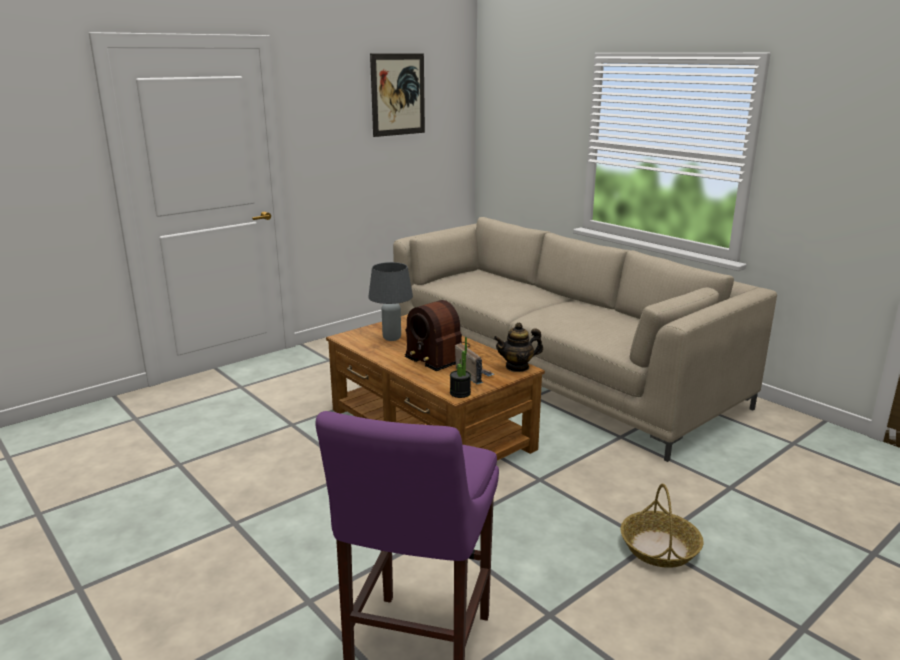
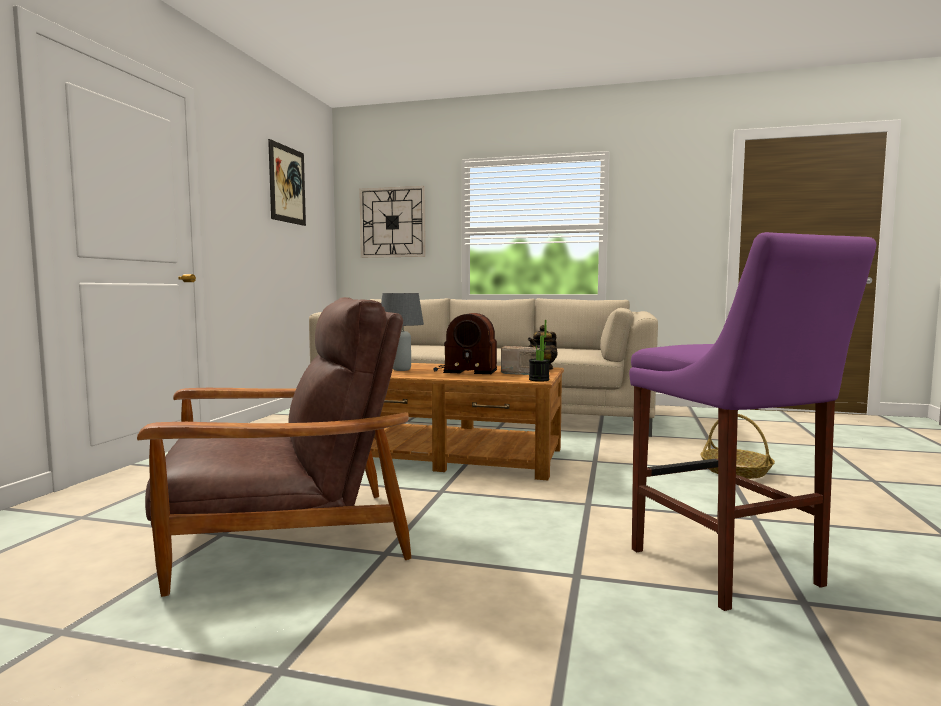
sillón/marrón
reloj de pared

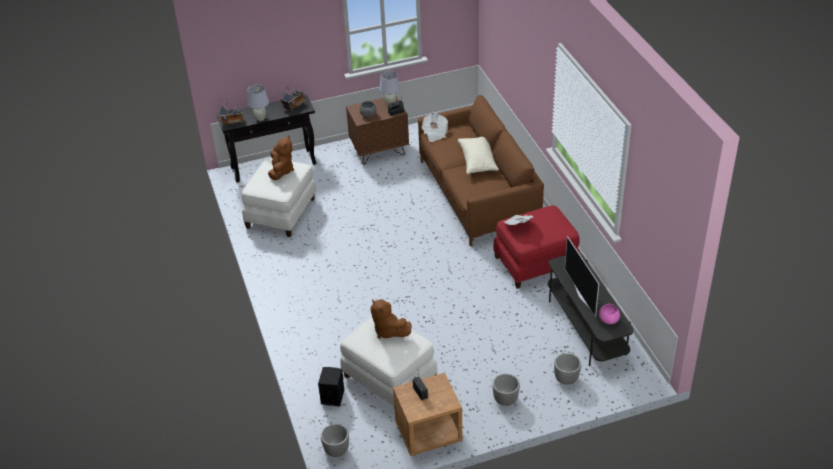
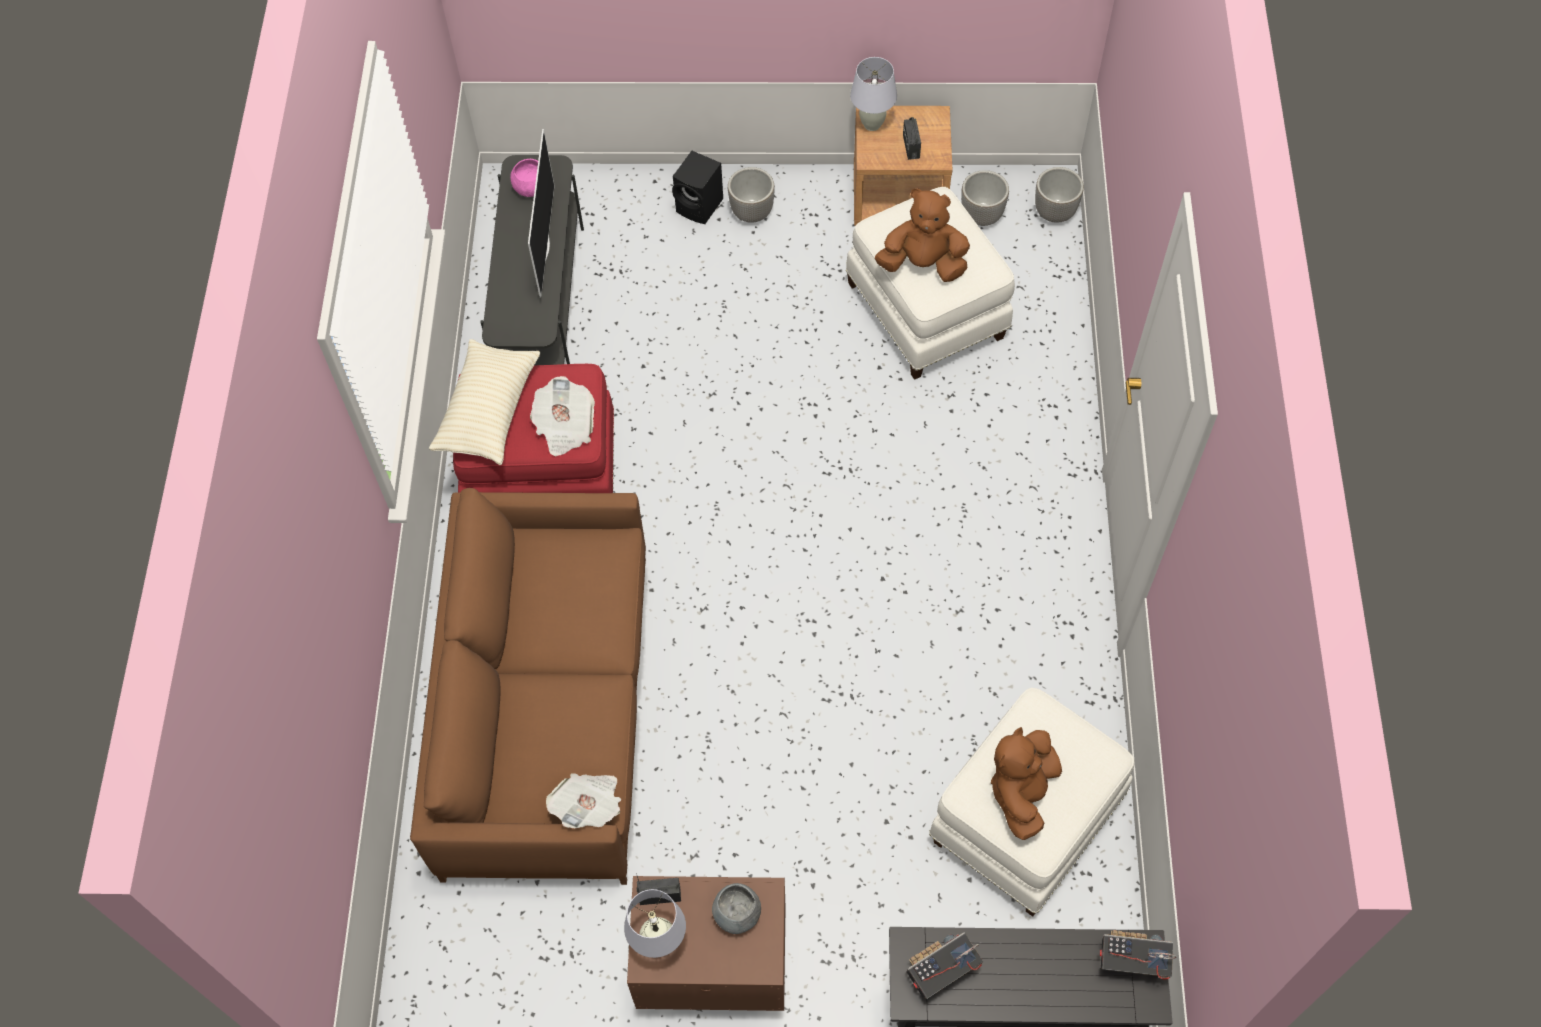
lámpara de mesa/blanco (no. 2 from left)
altavoz/negro
peluche/marrón (no. 1 from left)
cojín/beis
maceta (no. 2 from left)

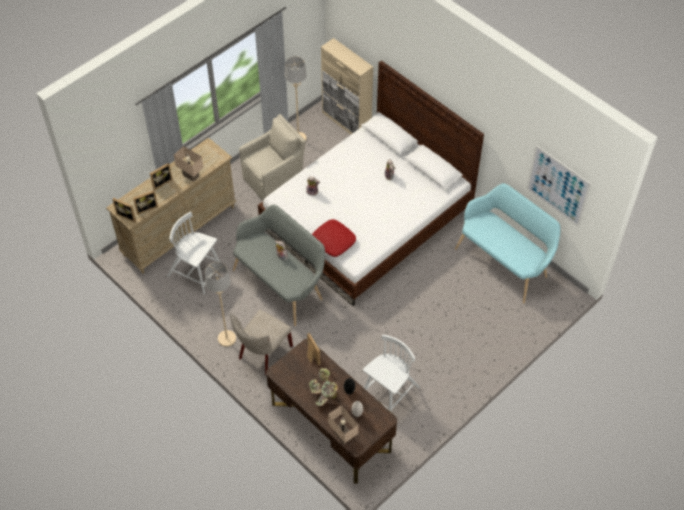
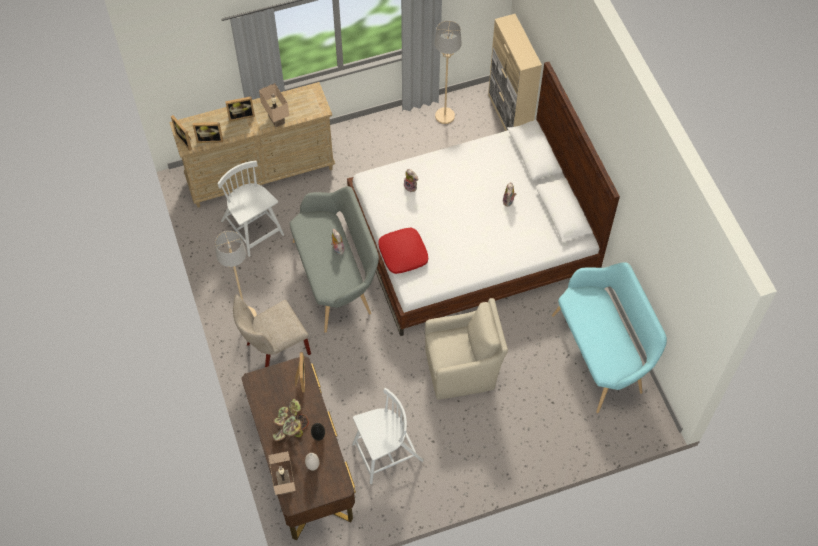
sillón/beis
cuadro

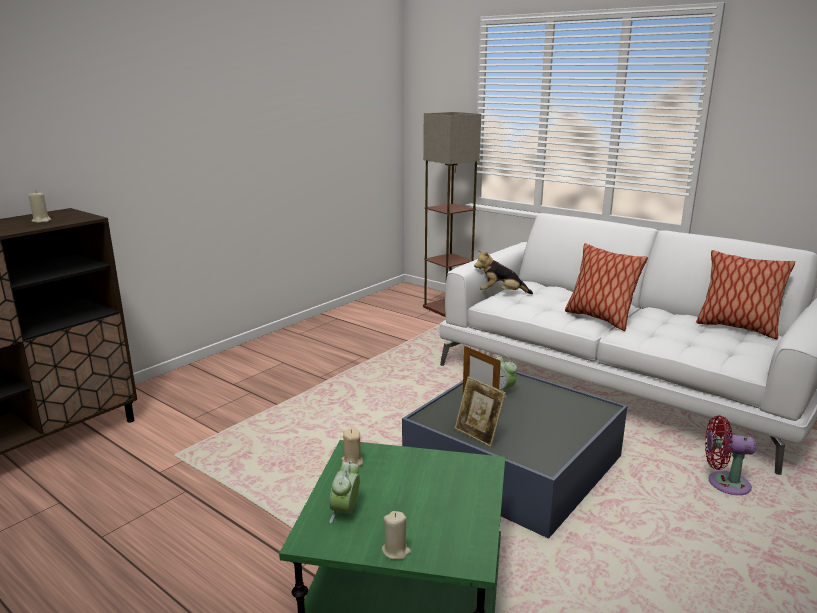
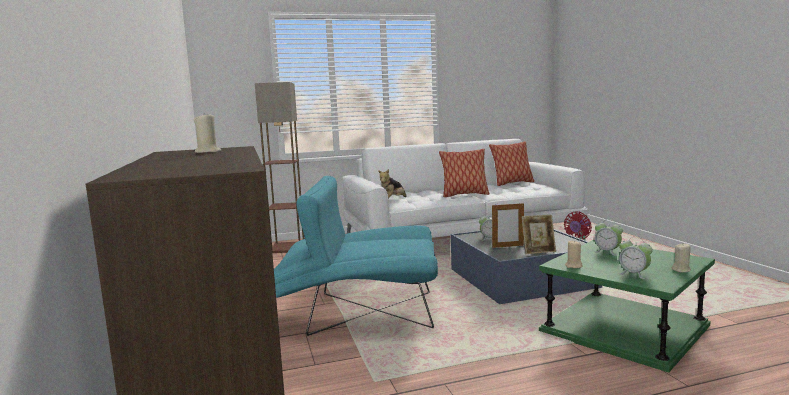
sillón/turquesa
despertador (no. 2 from left)

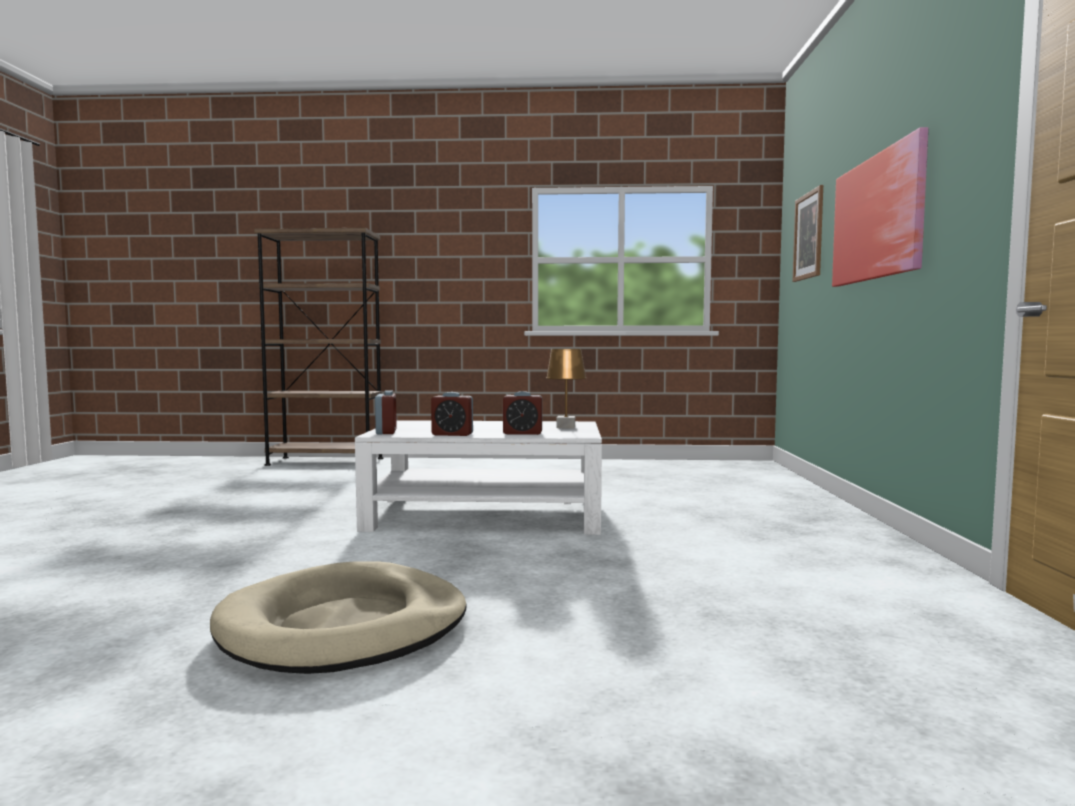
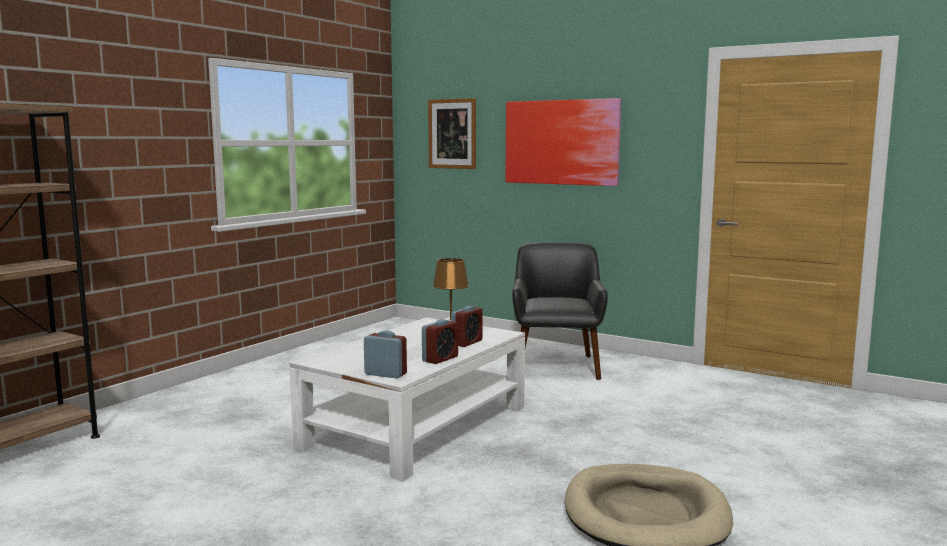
sillón/negro

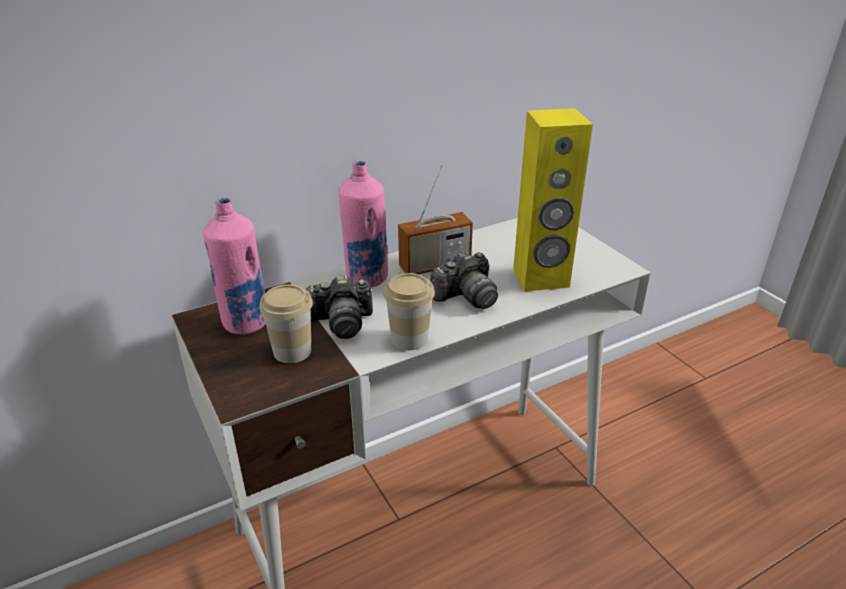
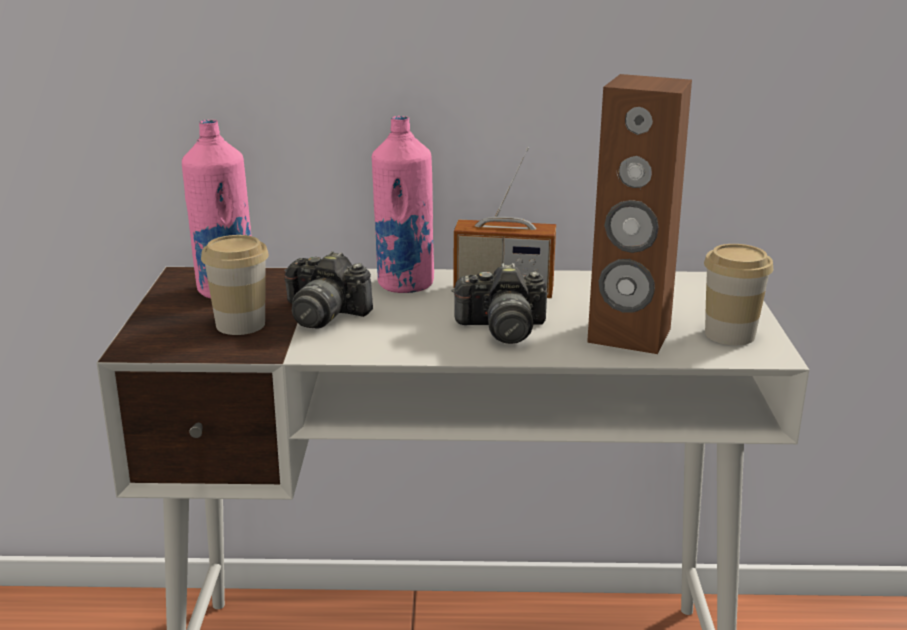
taza (no. 2 from left)
altavoz/marrón

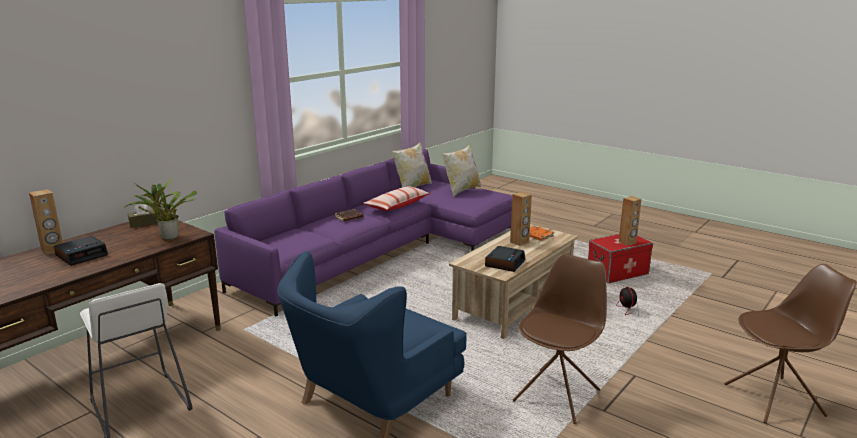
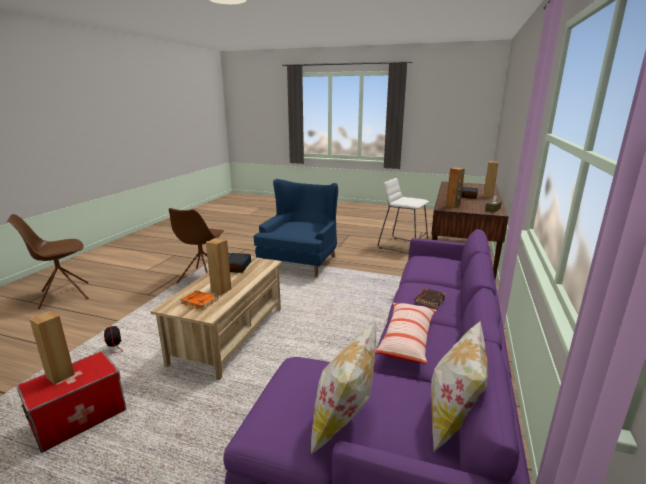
altavoz/marrón (no. 3 from left)

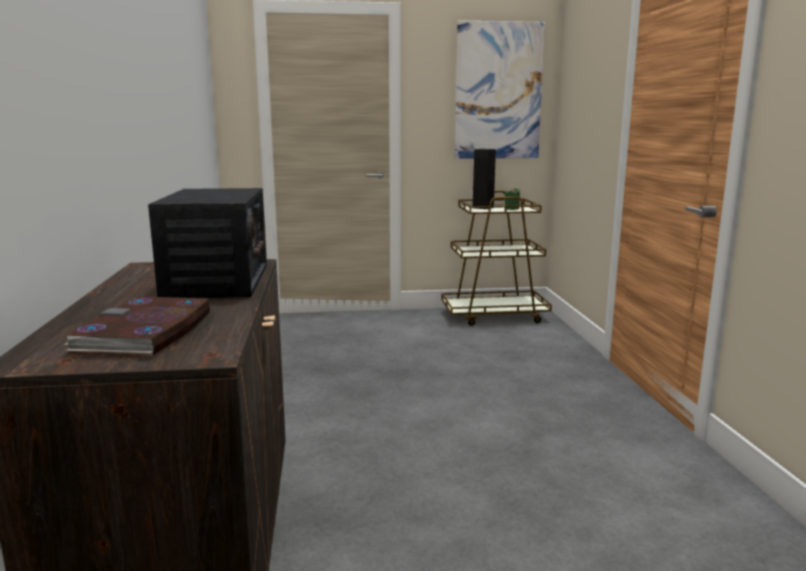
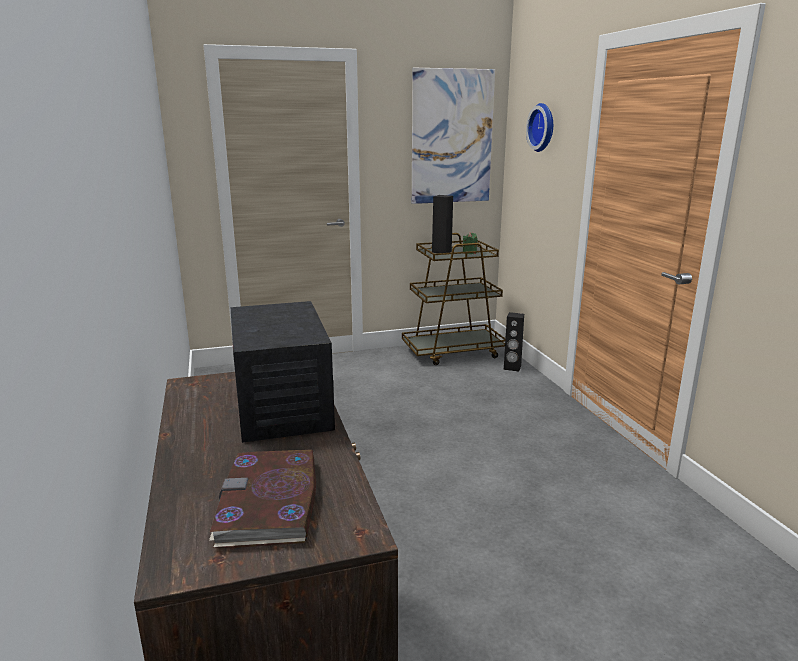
altavoz/negro (no. 2 from left)
reloj de pared

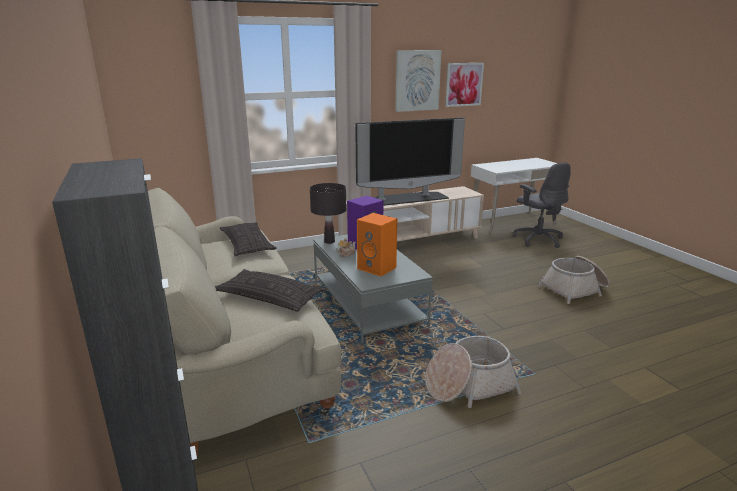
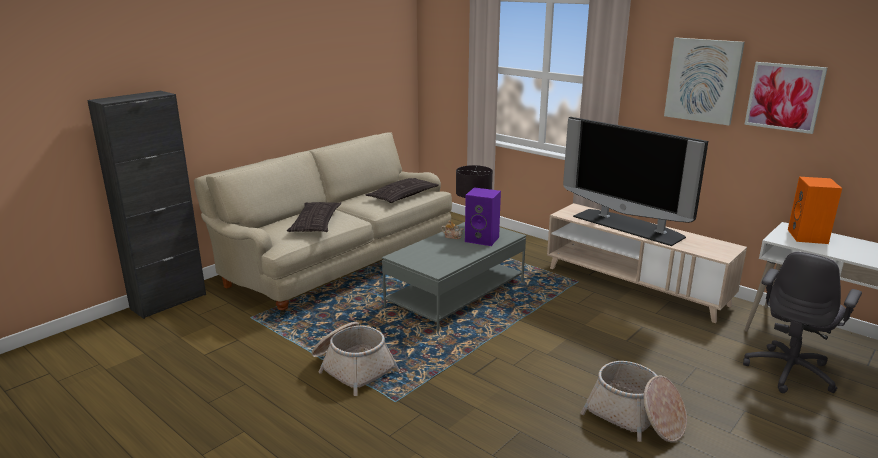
altavoz/naranja

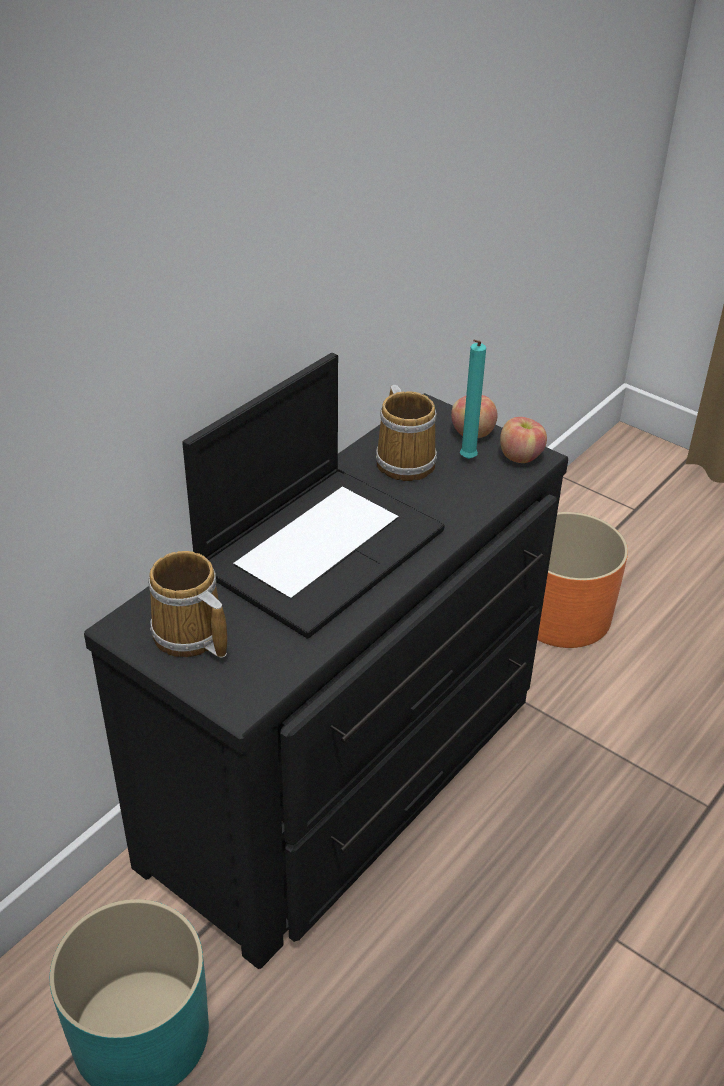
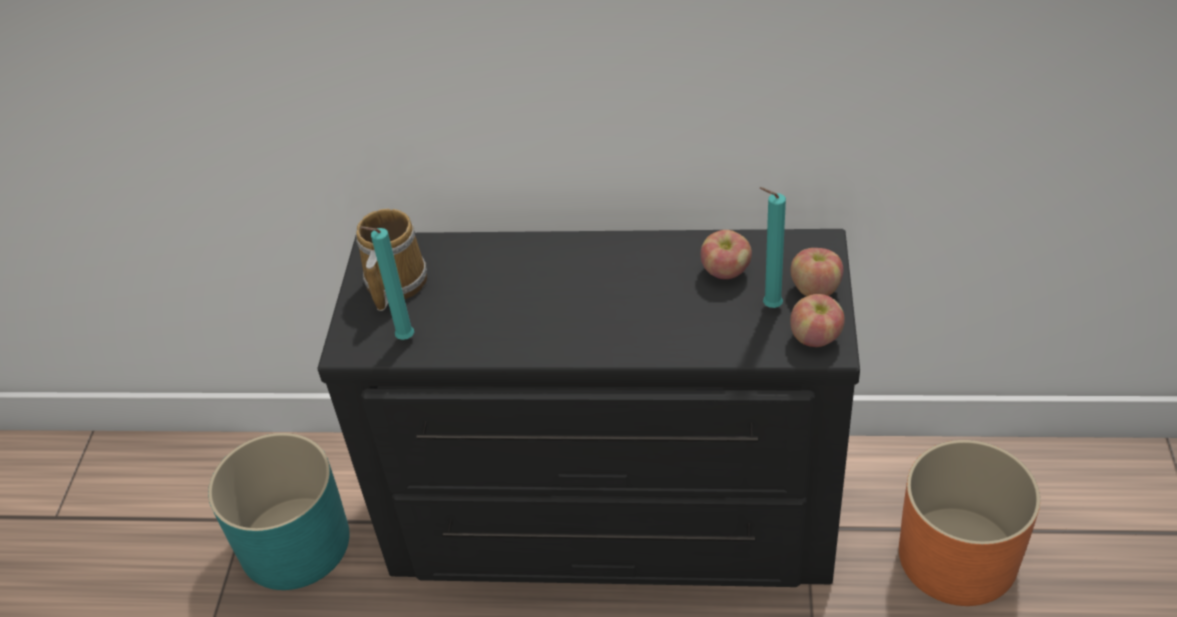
portátil
manzana (no. 1 from left)
vela/turquesa (no. 1 from left)

